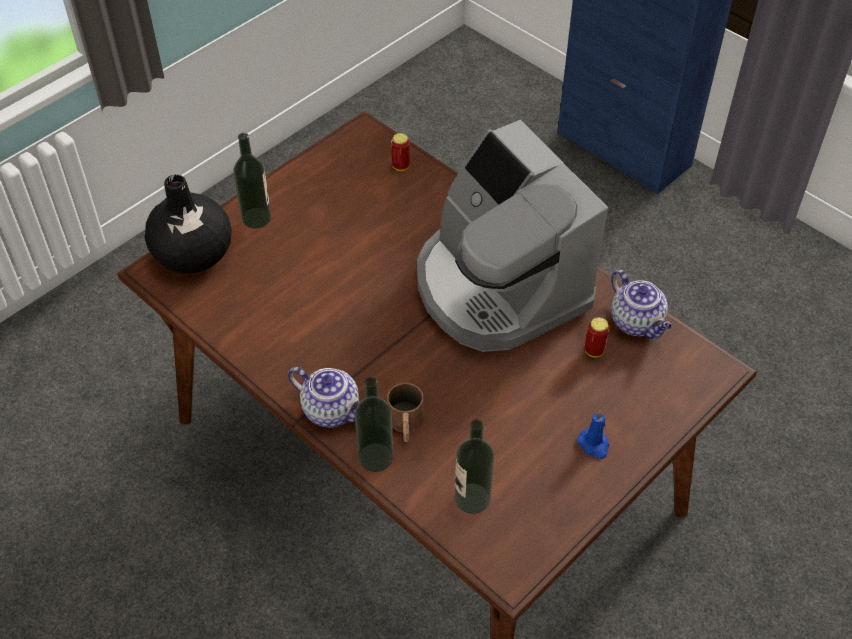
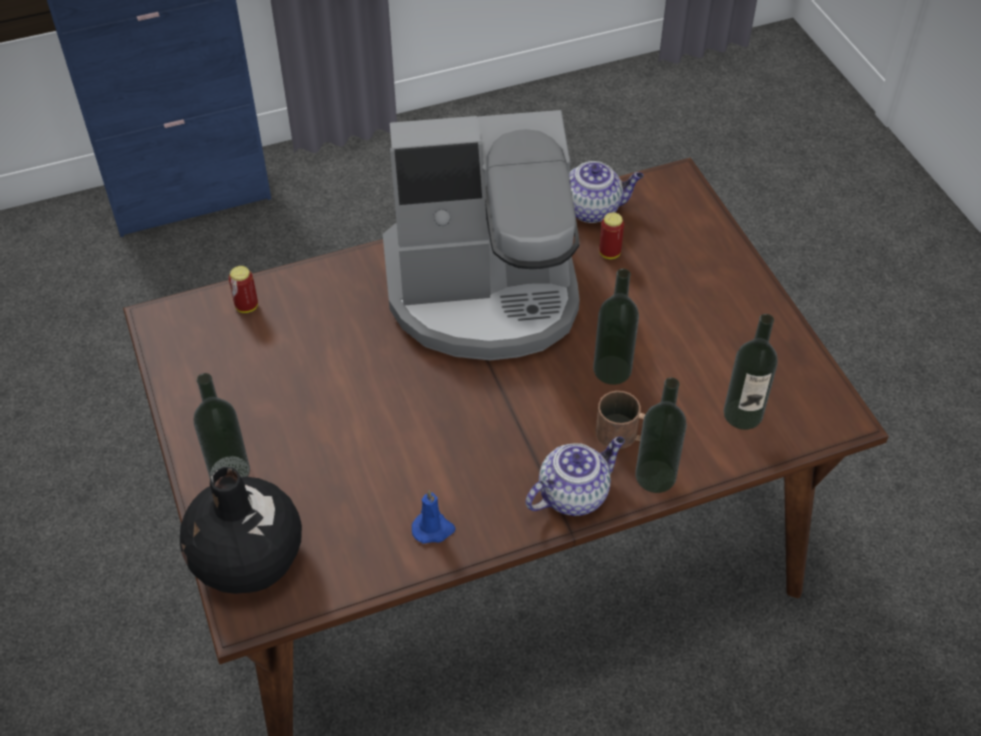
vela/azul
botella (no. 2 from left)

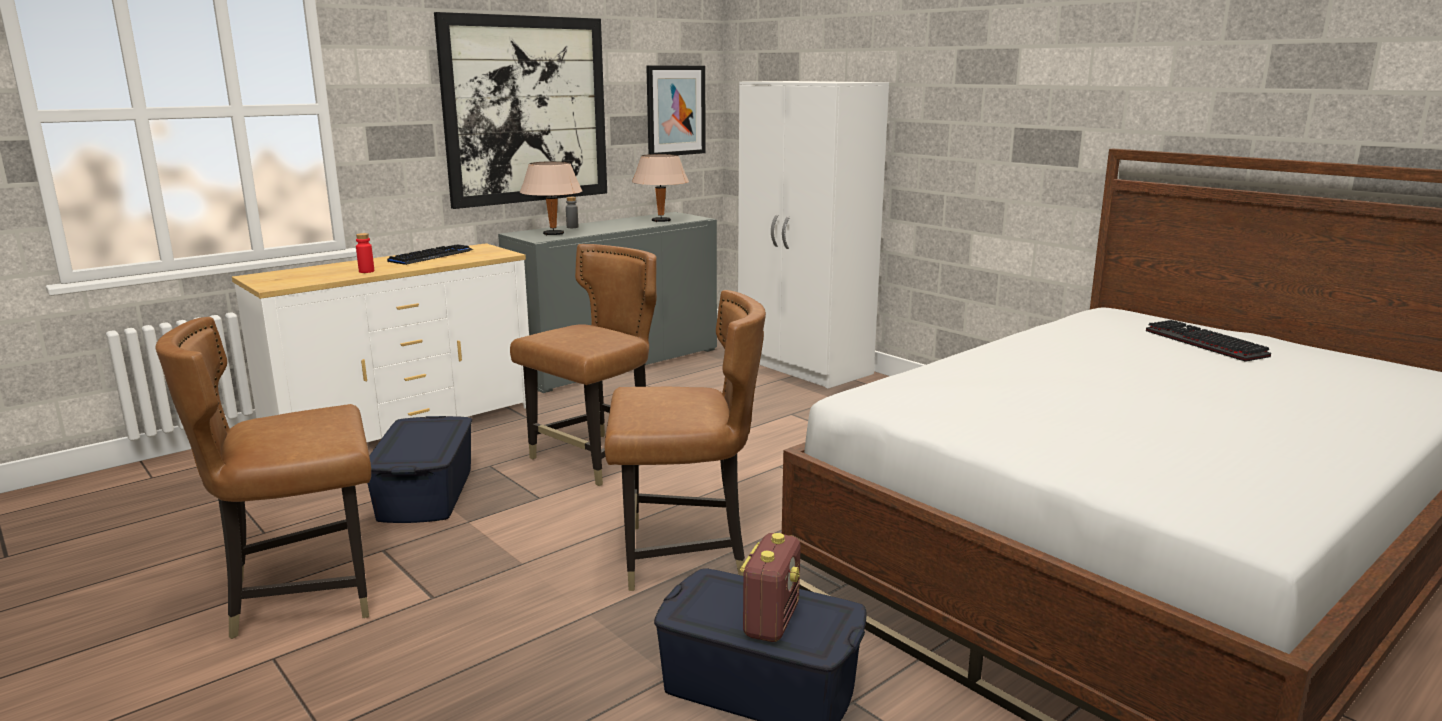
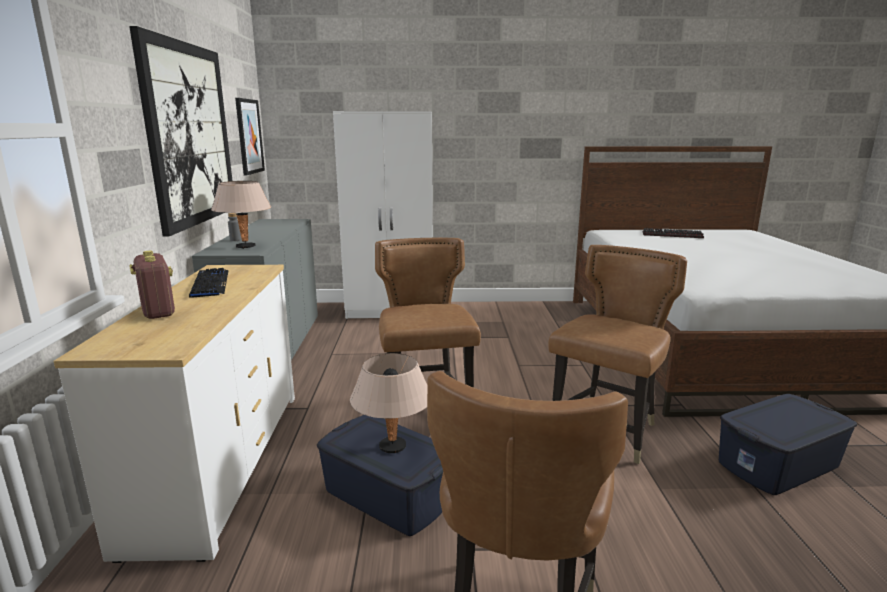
botella/rojo
lámpara de mesa/beis (no. 2 from left)
radio

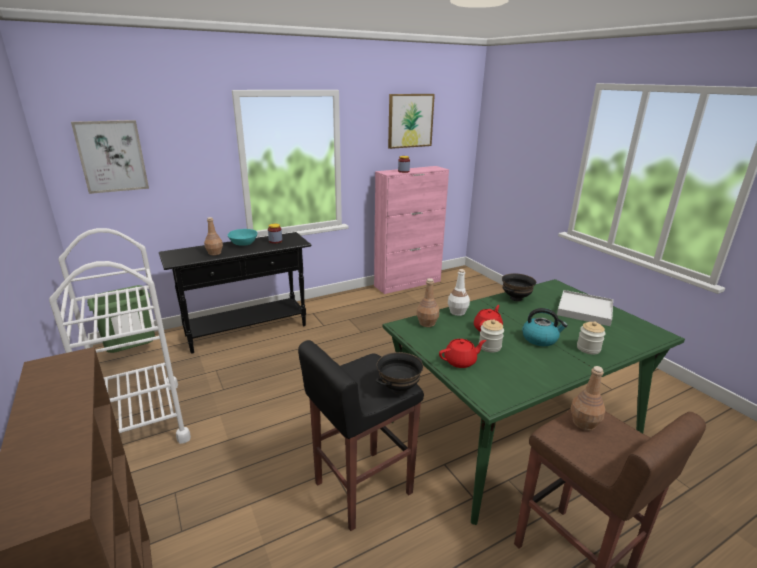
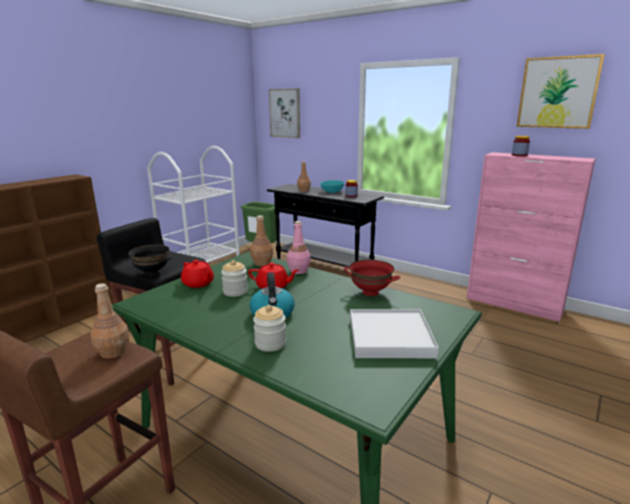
botella/rosa
cuenco/rojo

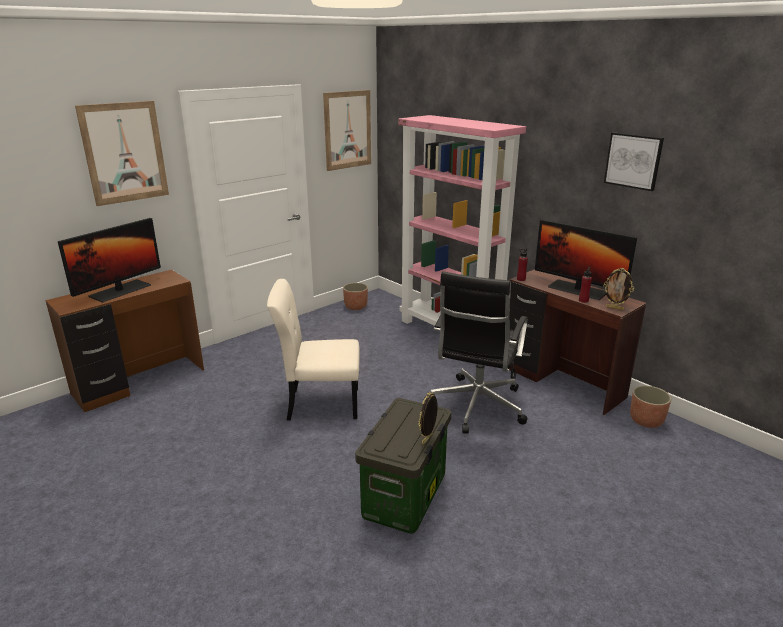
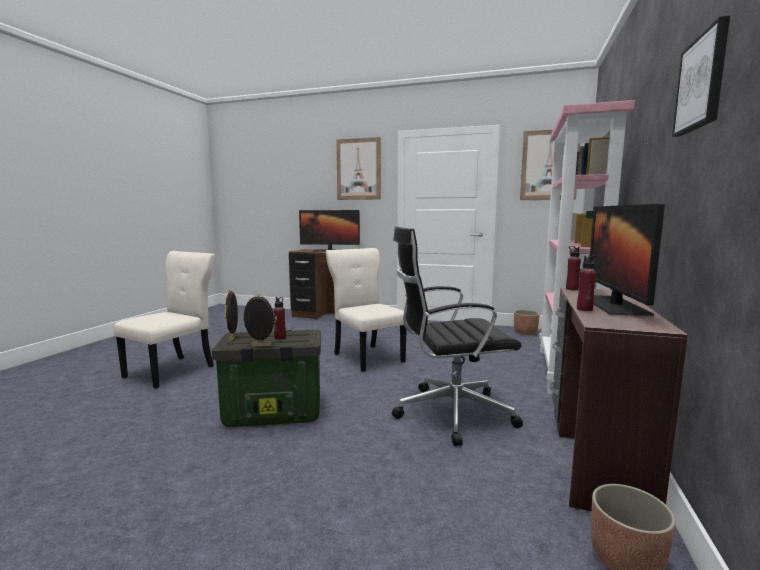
portarretratos (no. 1 from left)
silla/beis (no. 1 from left)
botella/rojo (no. 1 from left)

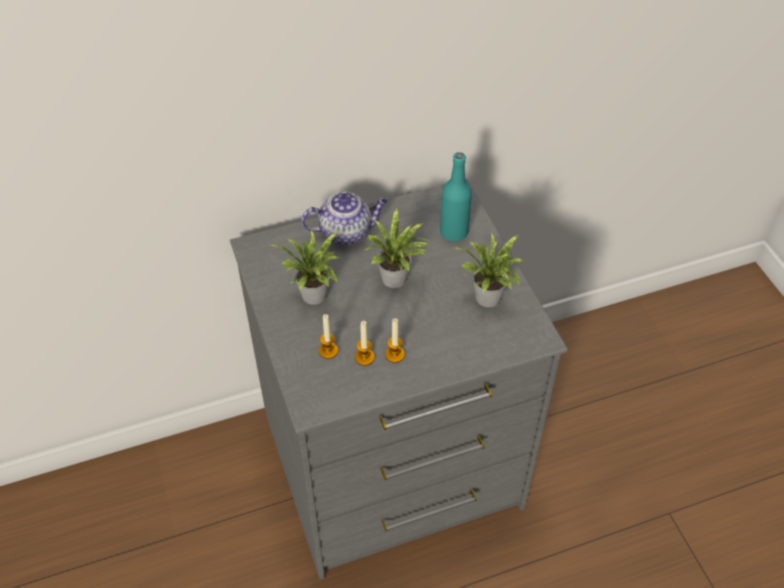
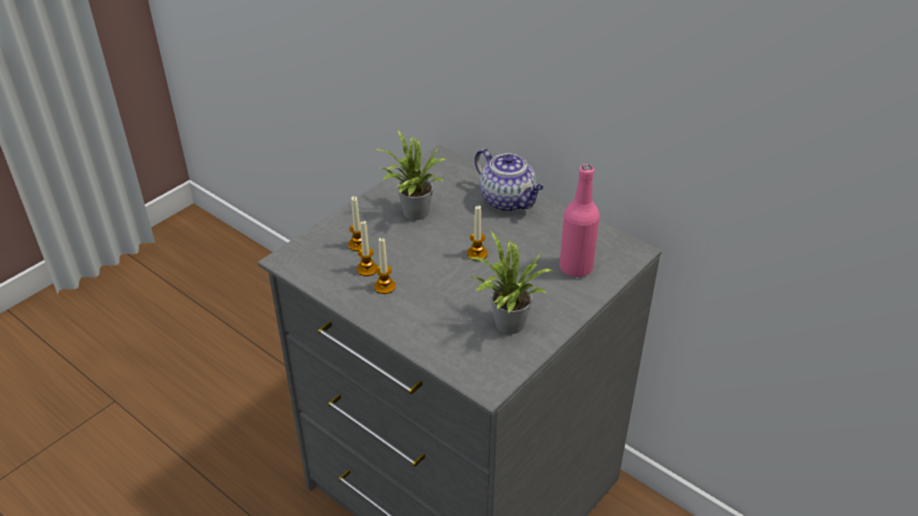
vela (no. 4 from left)
botella/rosa

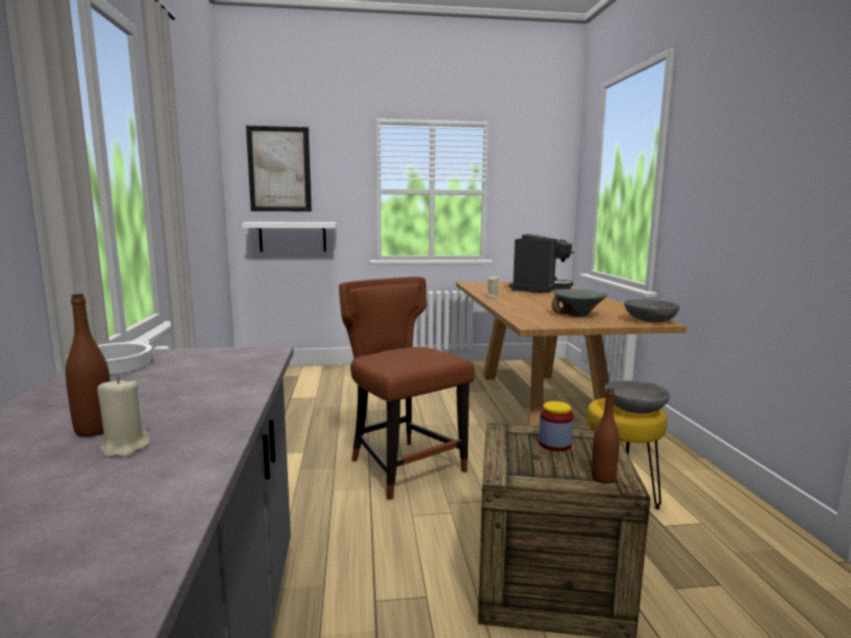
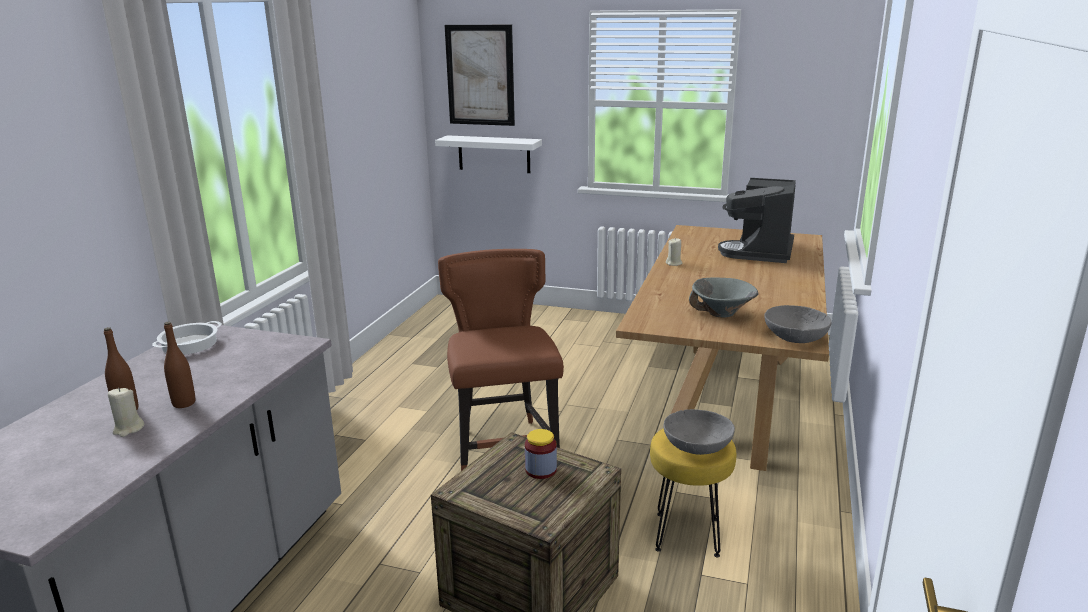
cafetera
botella/marrón (no. 2 from left)

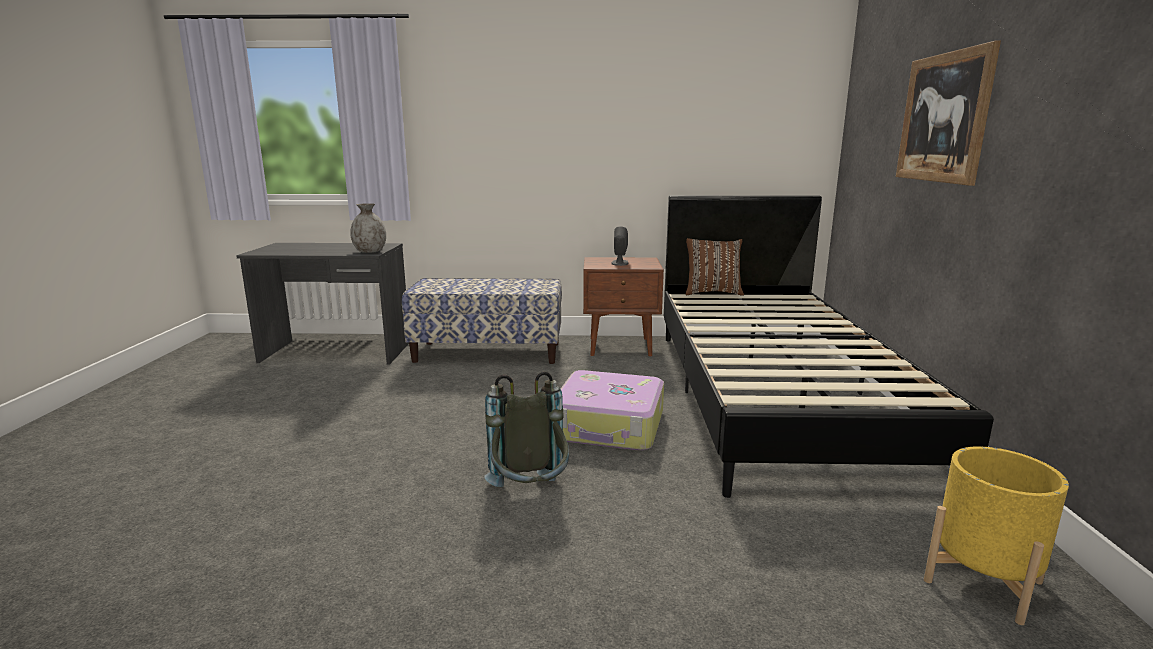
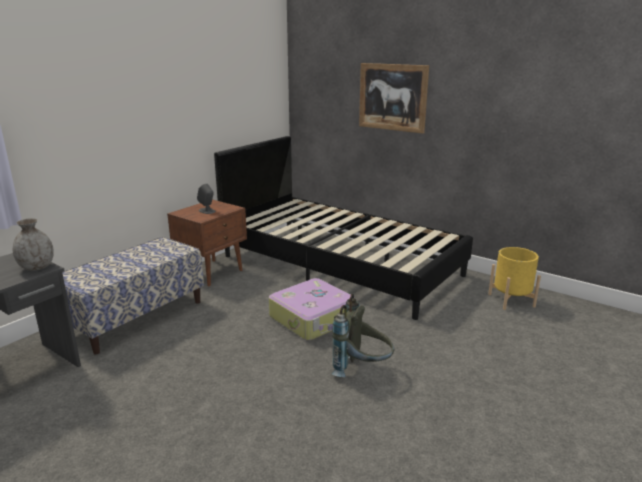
cojín/marrón

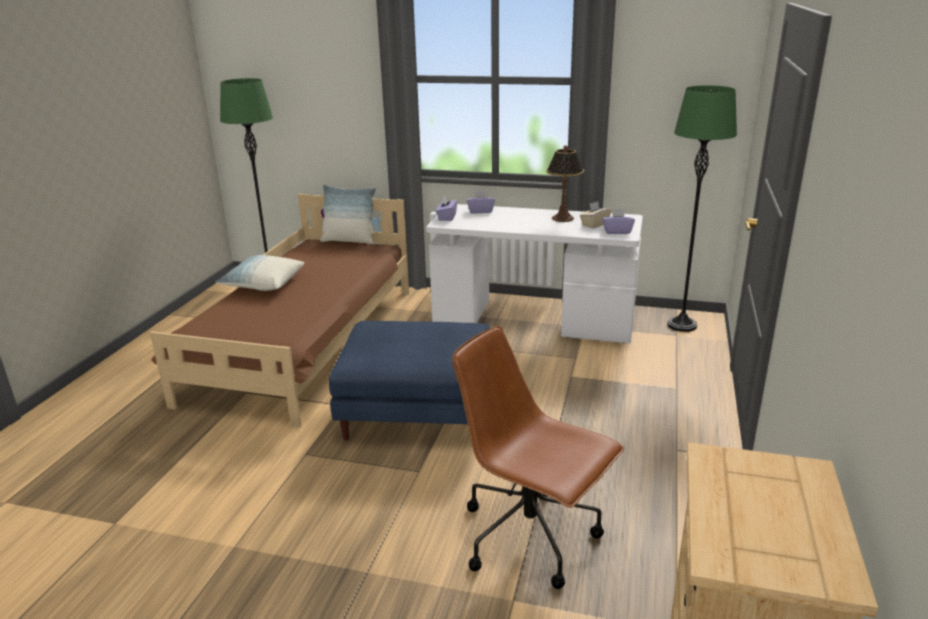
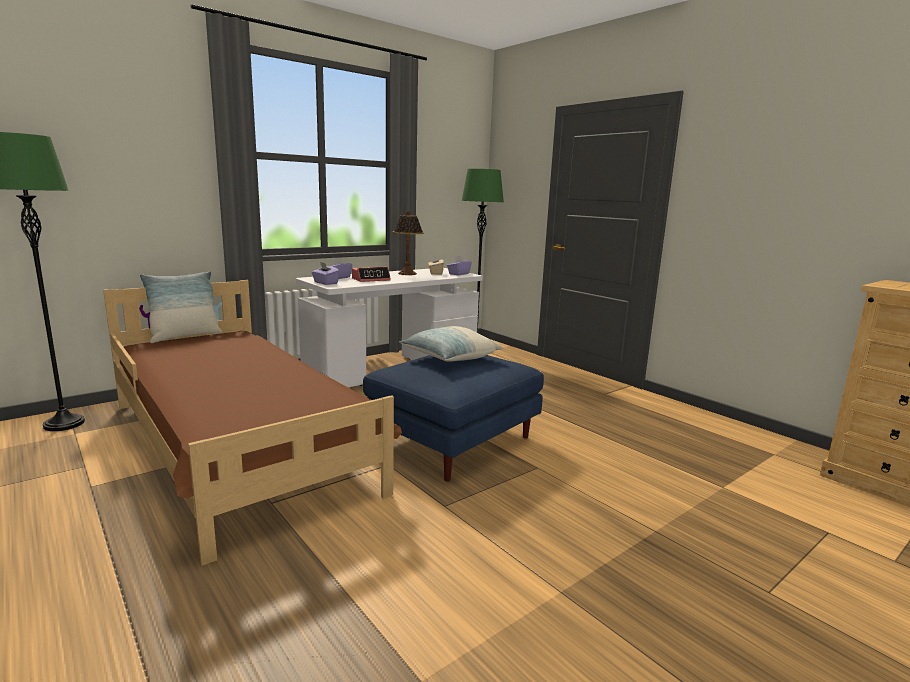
cojín (no. 2 from left)
silla de oficina/marrón
despertador

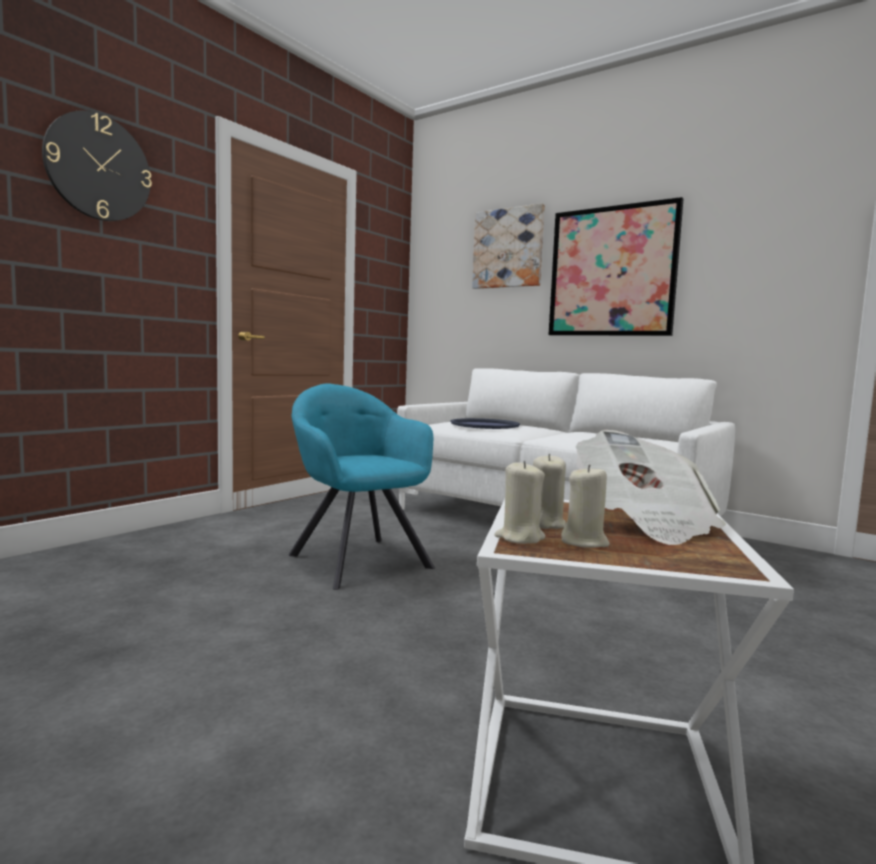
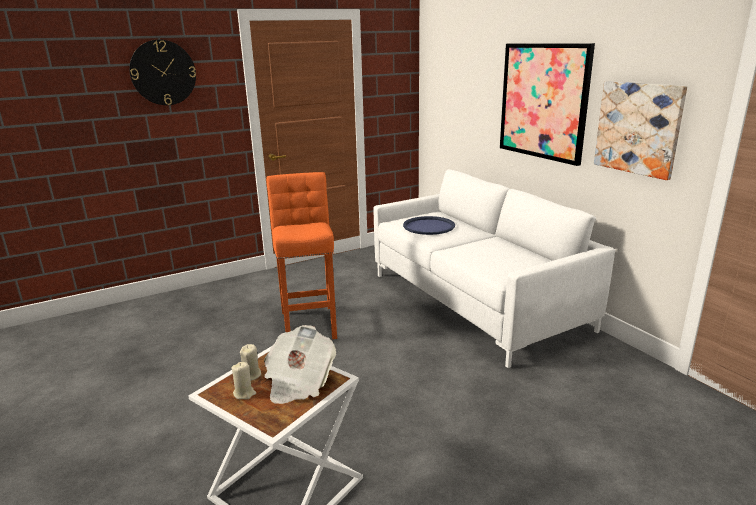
taburete/naranja
cuadro (no. 2 from left)
vela/beis (no. 1 from left in the first image)

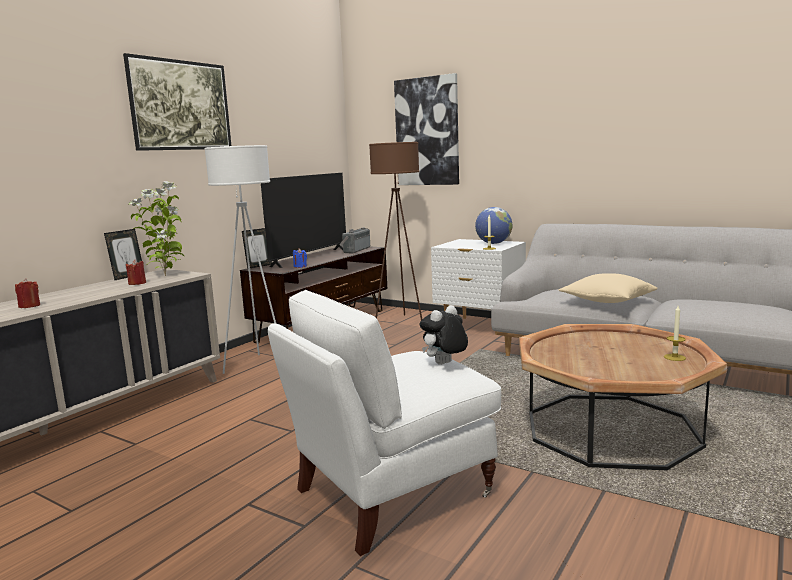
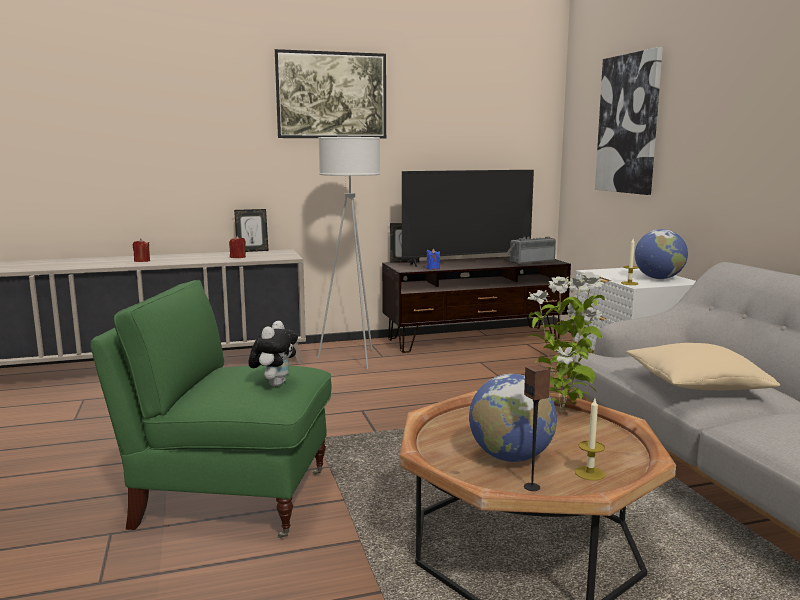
planta en maceta
sillón/verde
lámpara de pie/marrón
peluche
globo terráqueo (no. 1 from left)
altavoz

